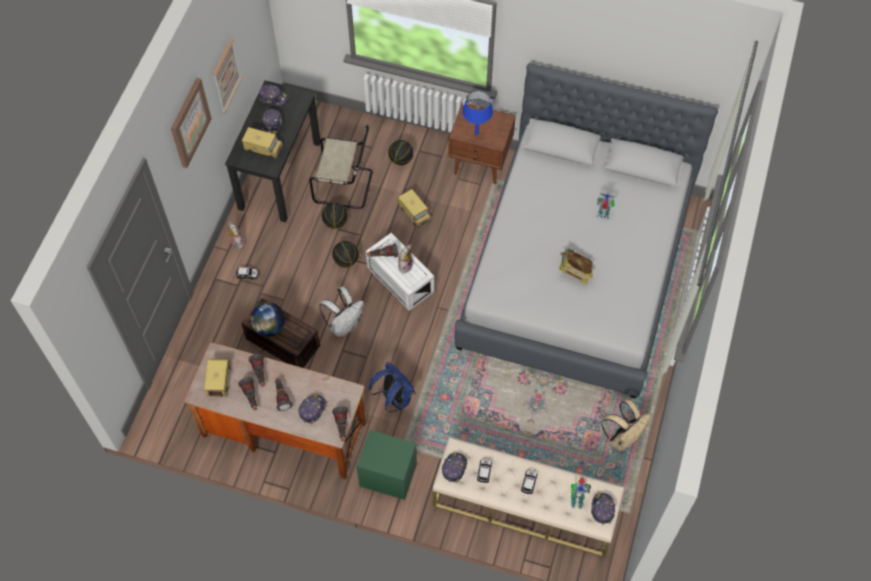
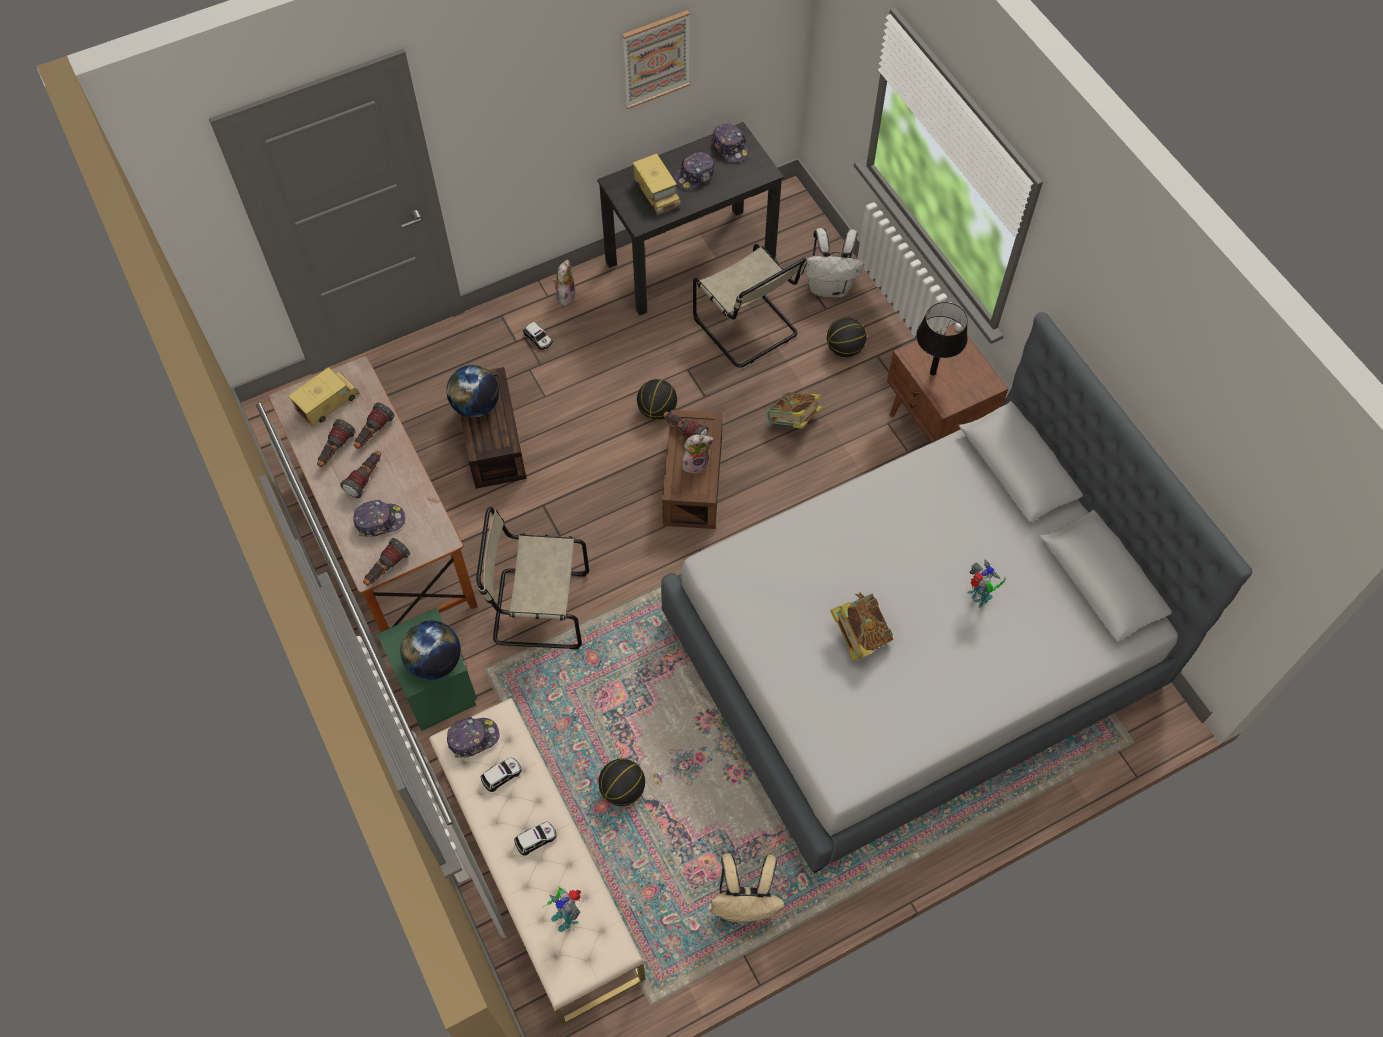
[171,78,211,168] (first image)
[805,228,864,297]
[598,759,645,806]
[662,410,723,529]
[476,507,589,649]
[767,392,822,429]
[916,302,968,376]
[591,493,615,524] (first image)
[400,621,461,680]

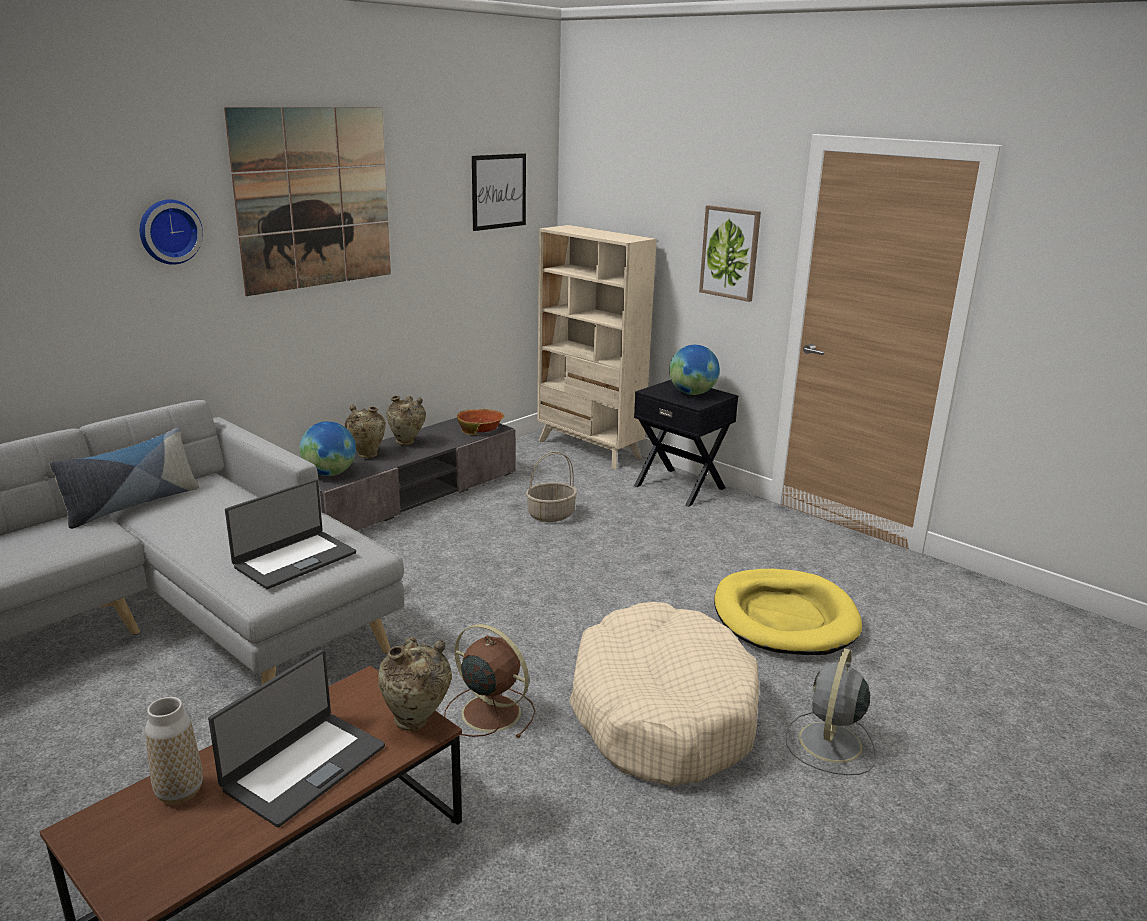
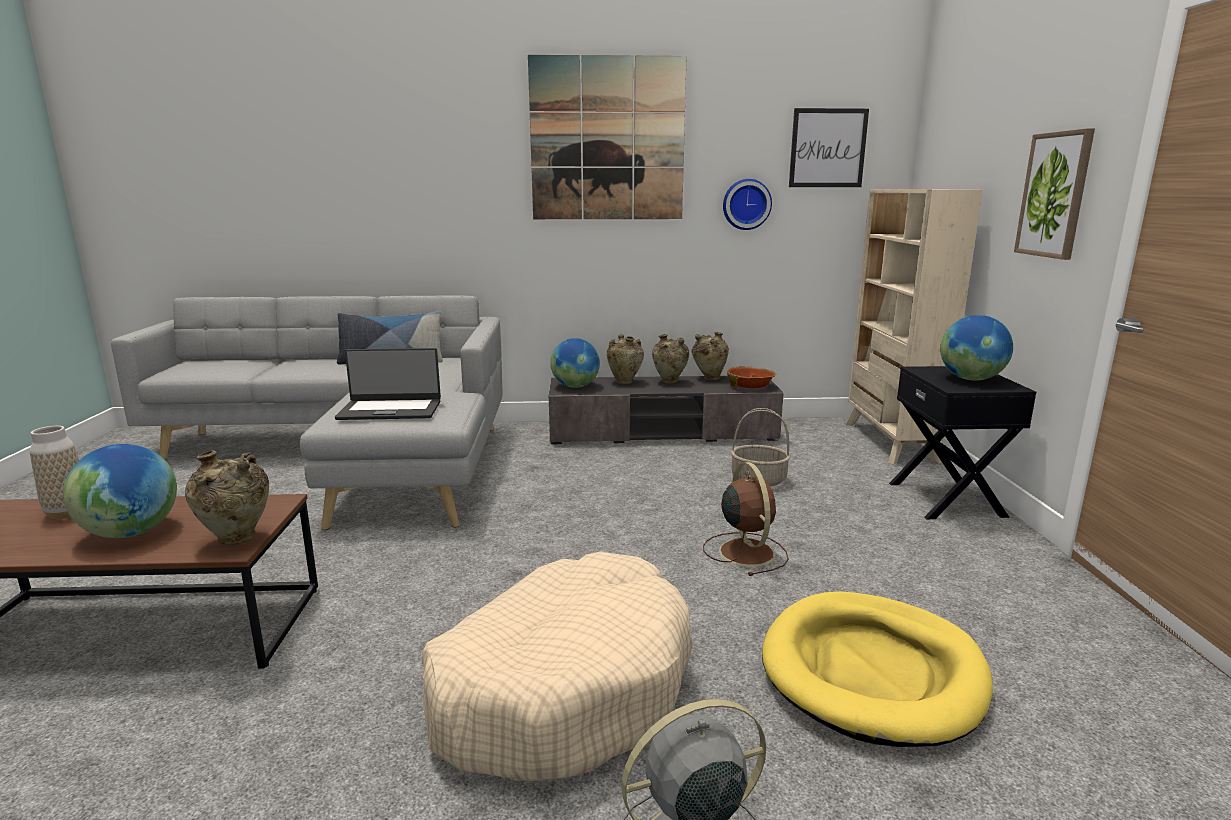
[723,179,772,230]
[63,444,177,538]
[703,462,789,576]
[692,332,729,380]

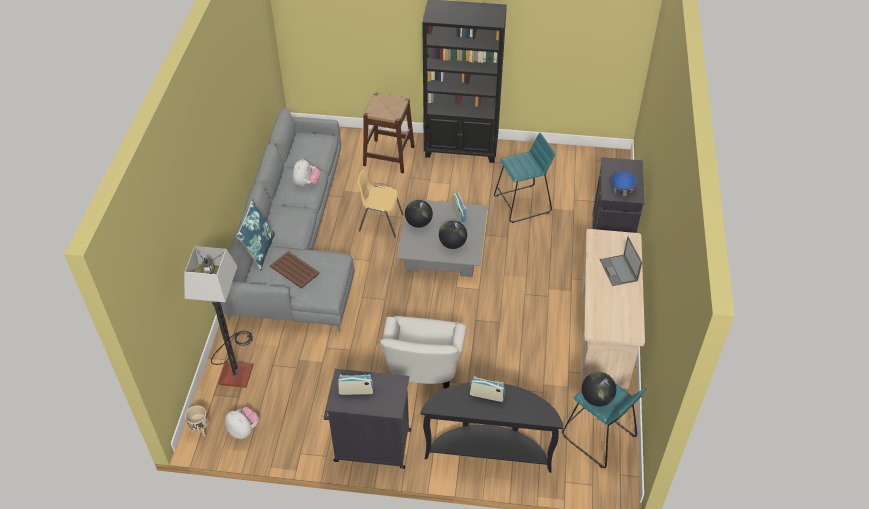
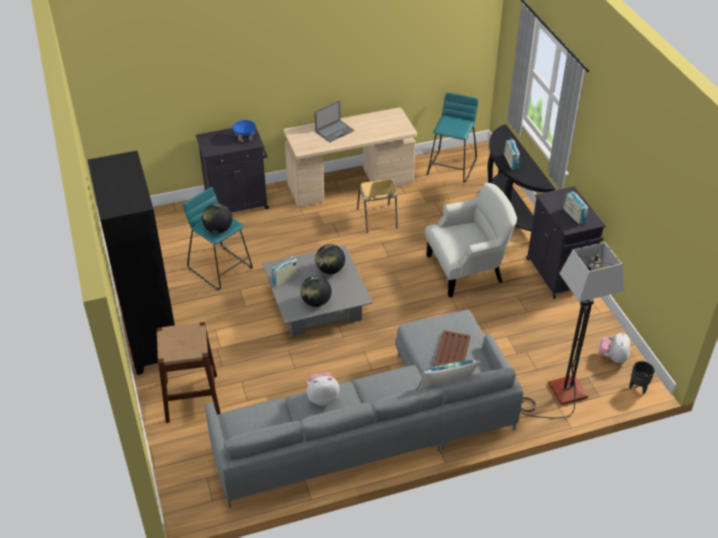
[629,361,655,394]
[357,179,398,233]
[202,203,232,233]

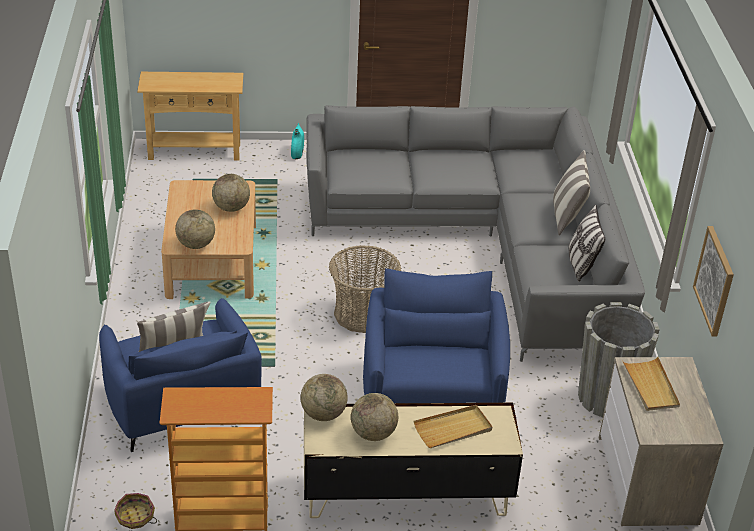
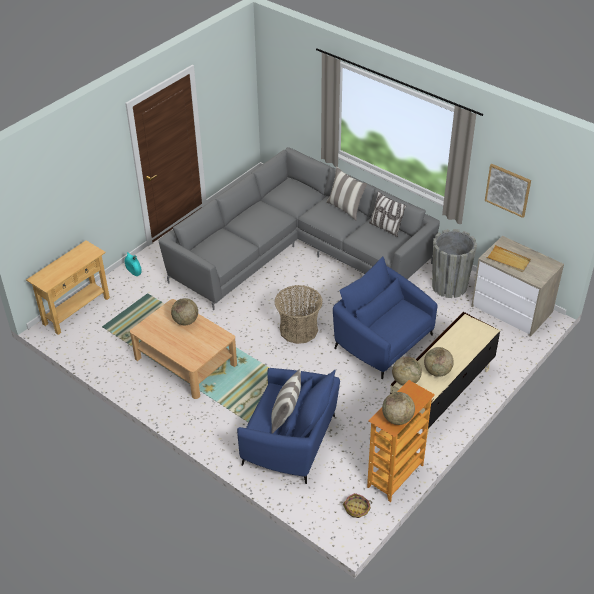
[382,392,415,425]
[414,405,492,448] (first image)

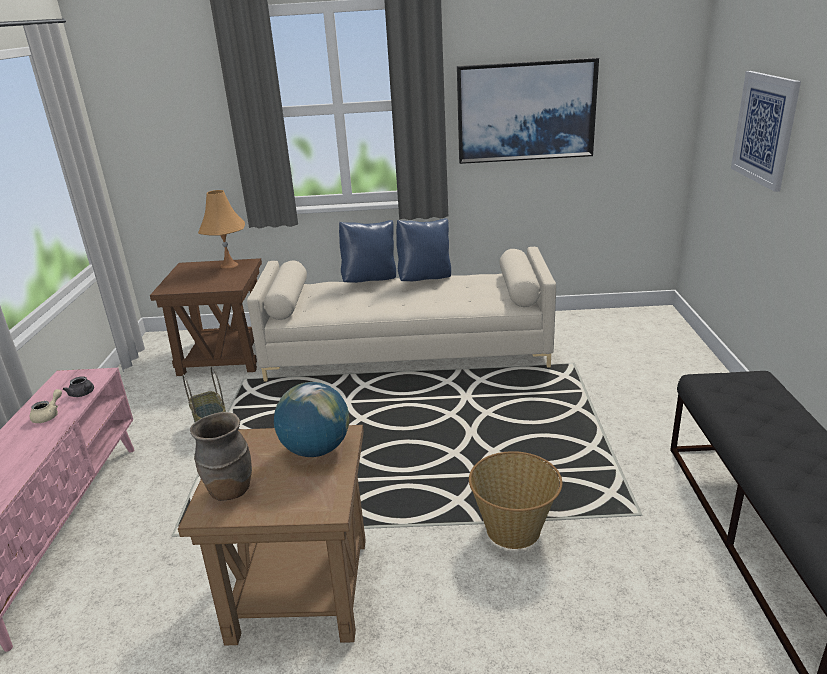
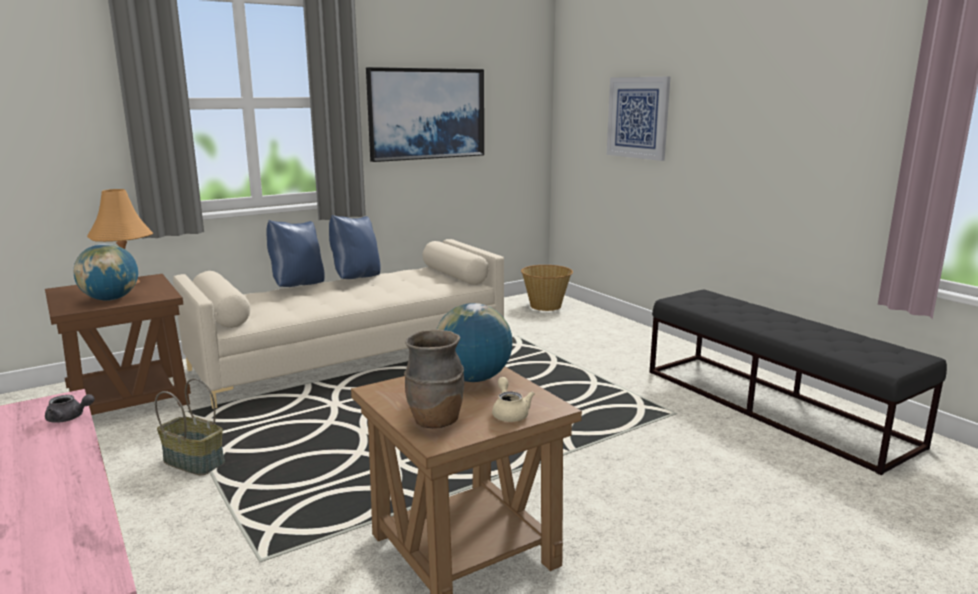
[492,377,535,422]
[521,265,573,311]
[74,244,138,301]

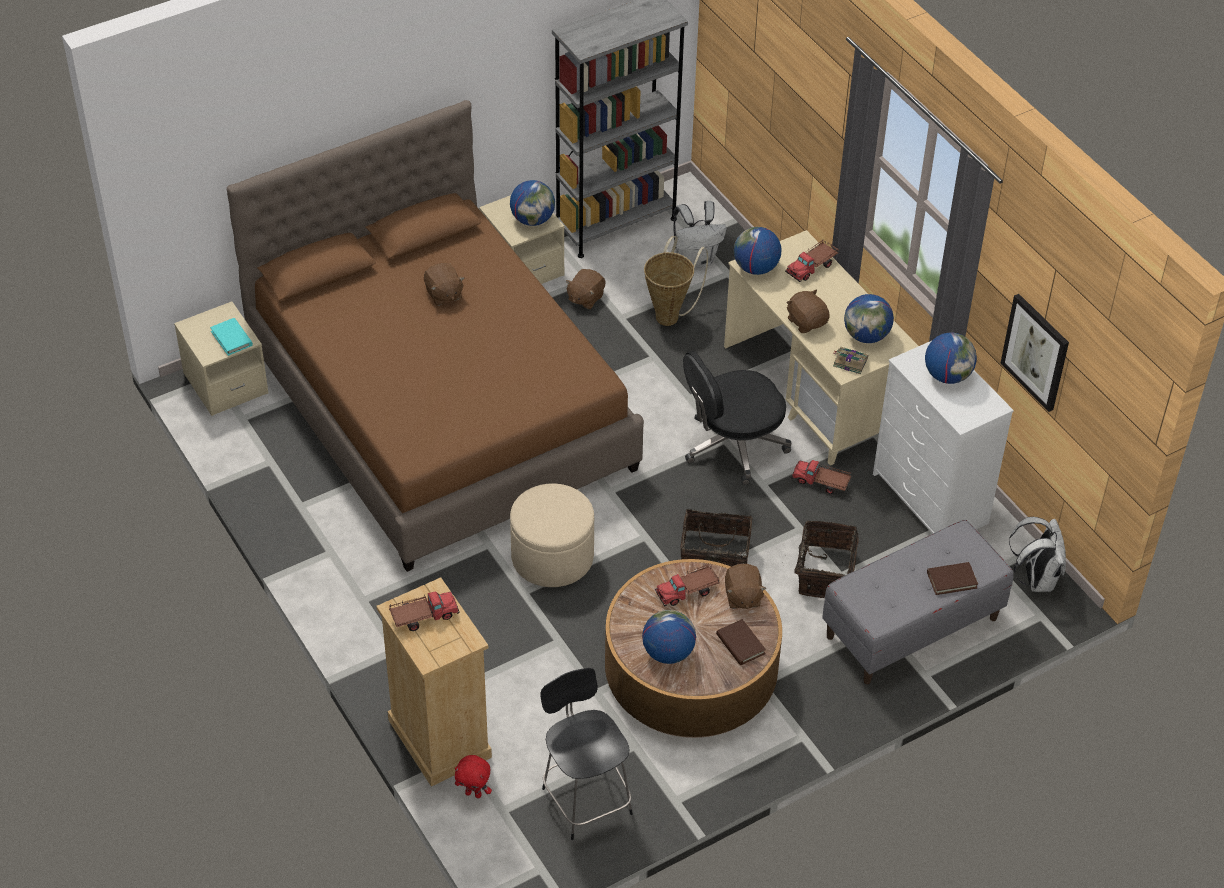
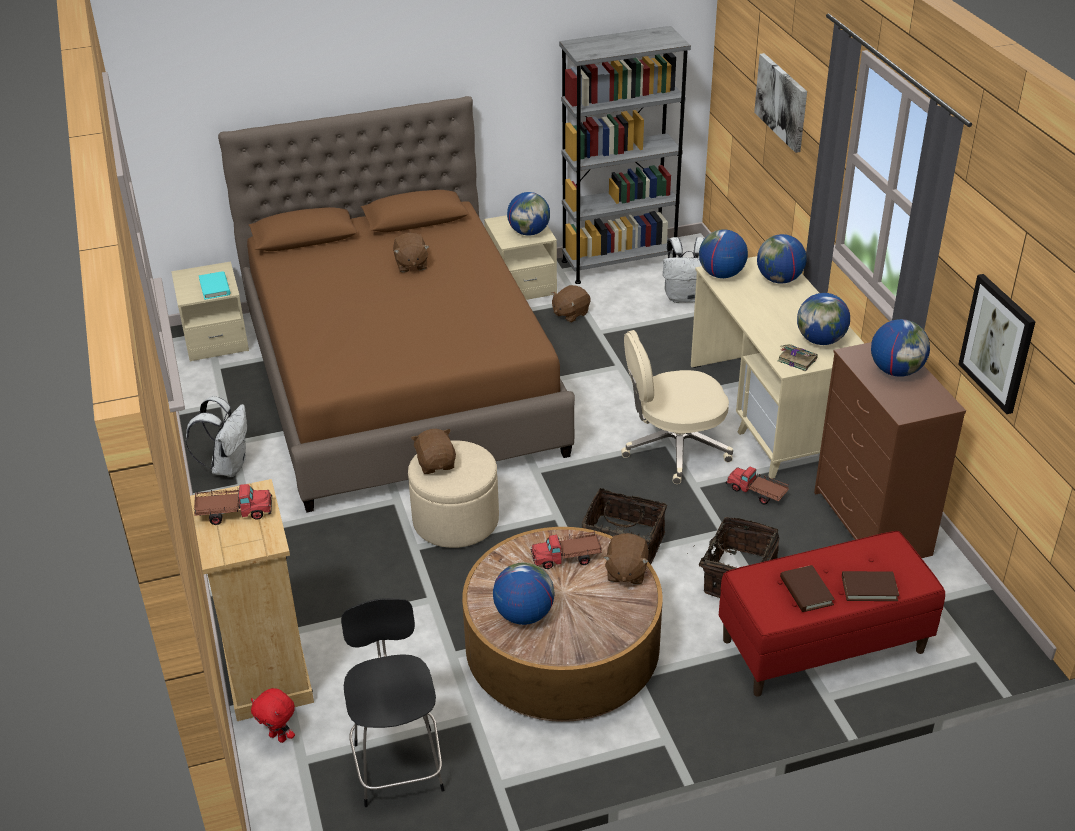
[644,236,708,326] (first image)
[621,330,733,484]
[780,565,835,612]
[757,234,806,284]
[411,429,456,474]
[719,531,945,697]
[814,342,966,558]
[186,396,247,477]
[754,53,807,153]

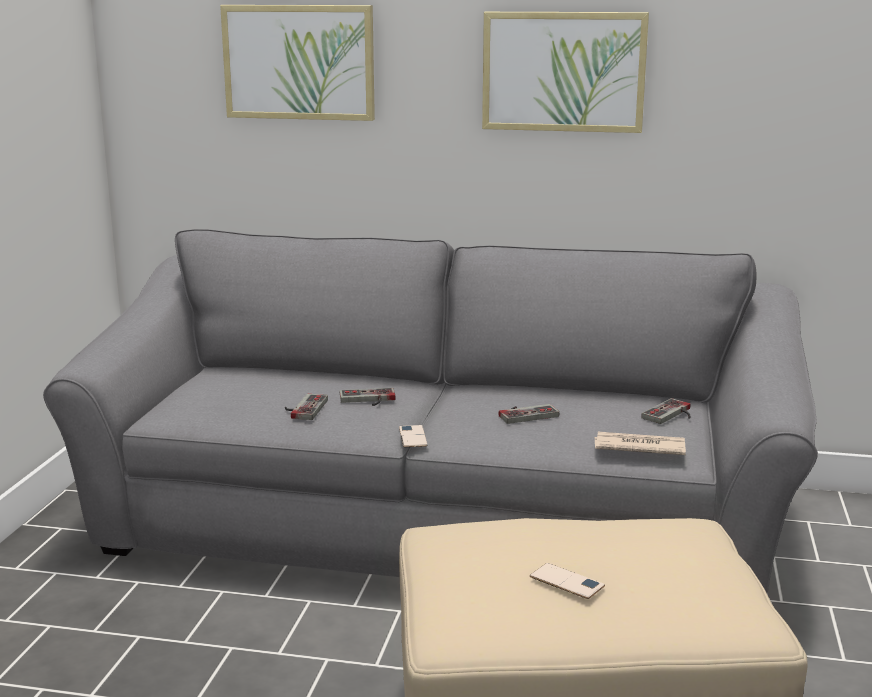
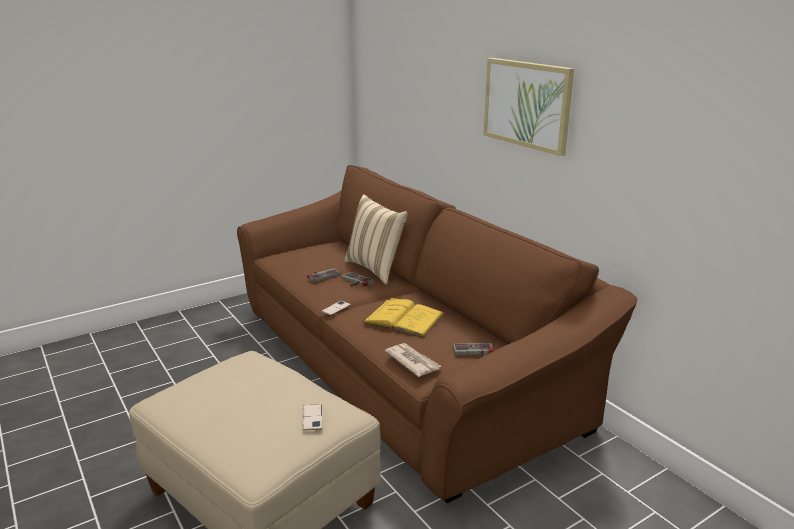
[237,165,638,503]
[220,5,375,121] (first image)
[362,297,445,337]
[303,404,322,431]
[345,194,408,284]

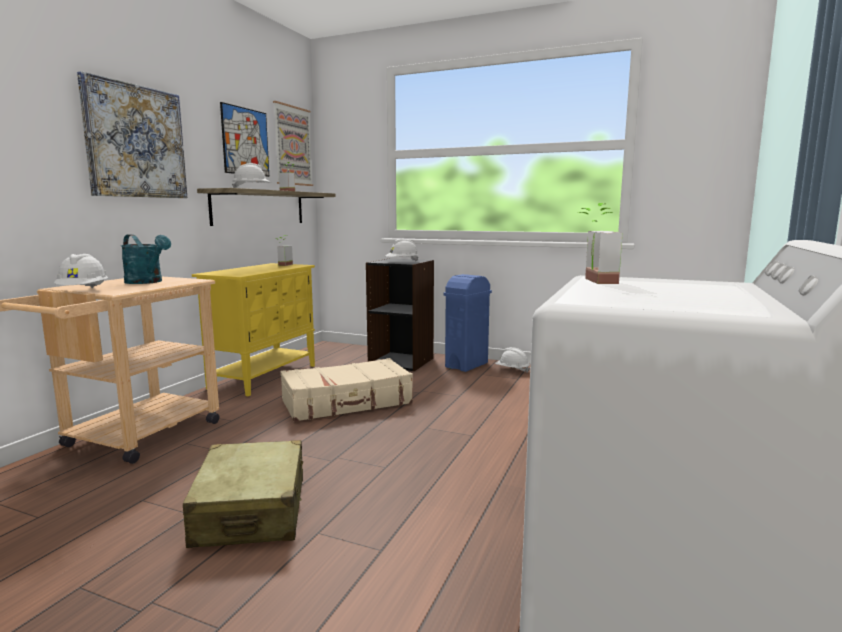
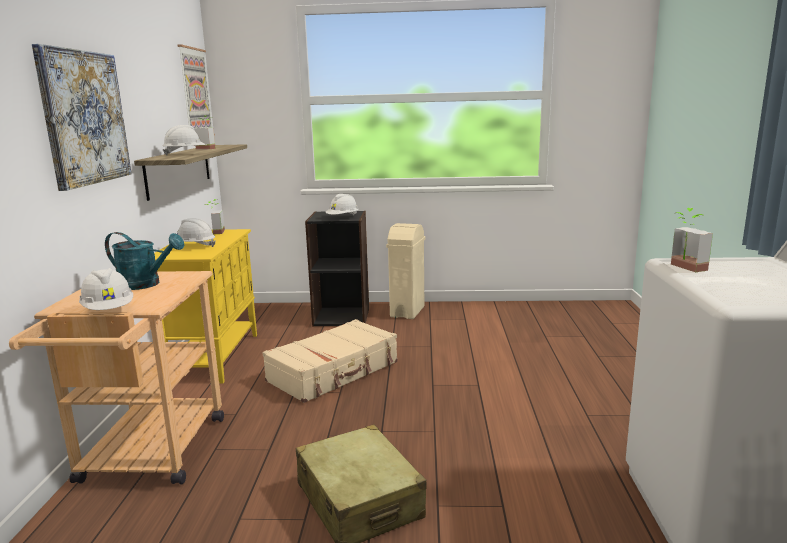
[220,102,269,177] (first image)
[386,223,426,319]
[177,218,216,247]

